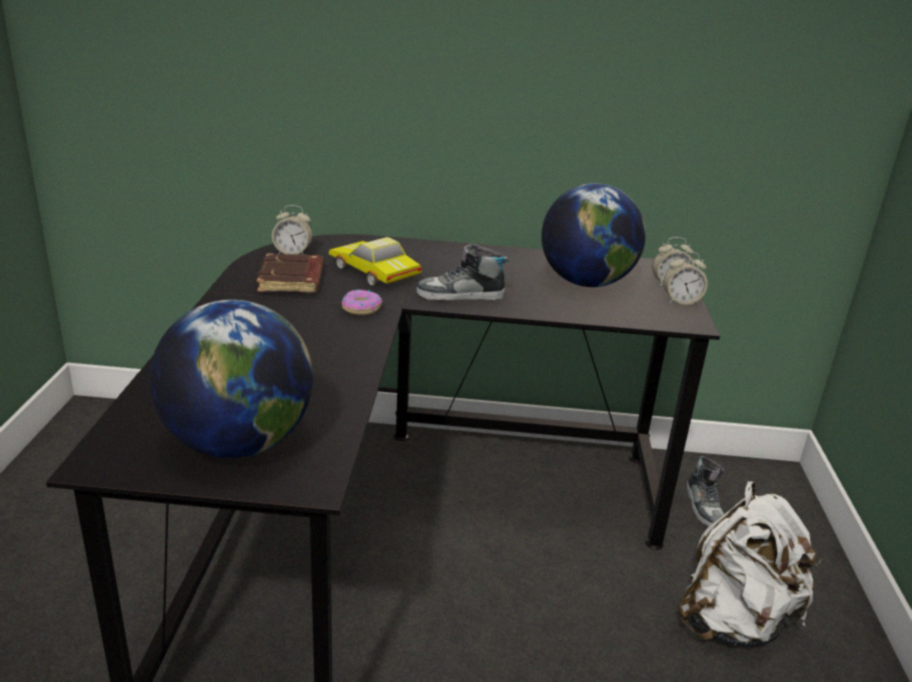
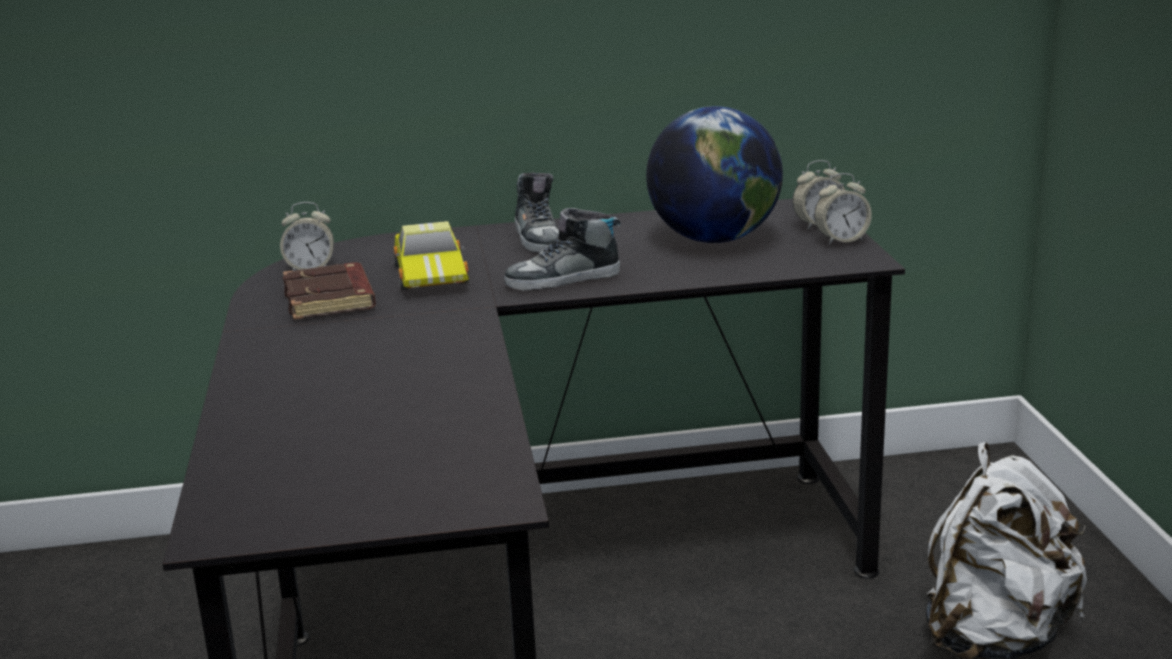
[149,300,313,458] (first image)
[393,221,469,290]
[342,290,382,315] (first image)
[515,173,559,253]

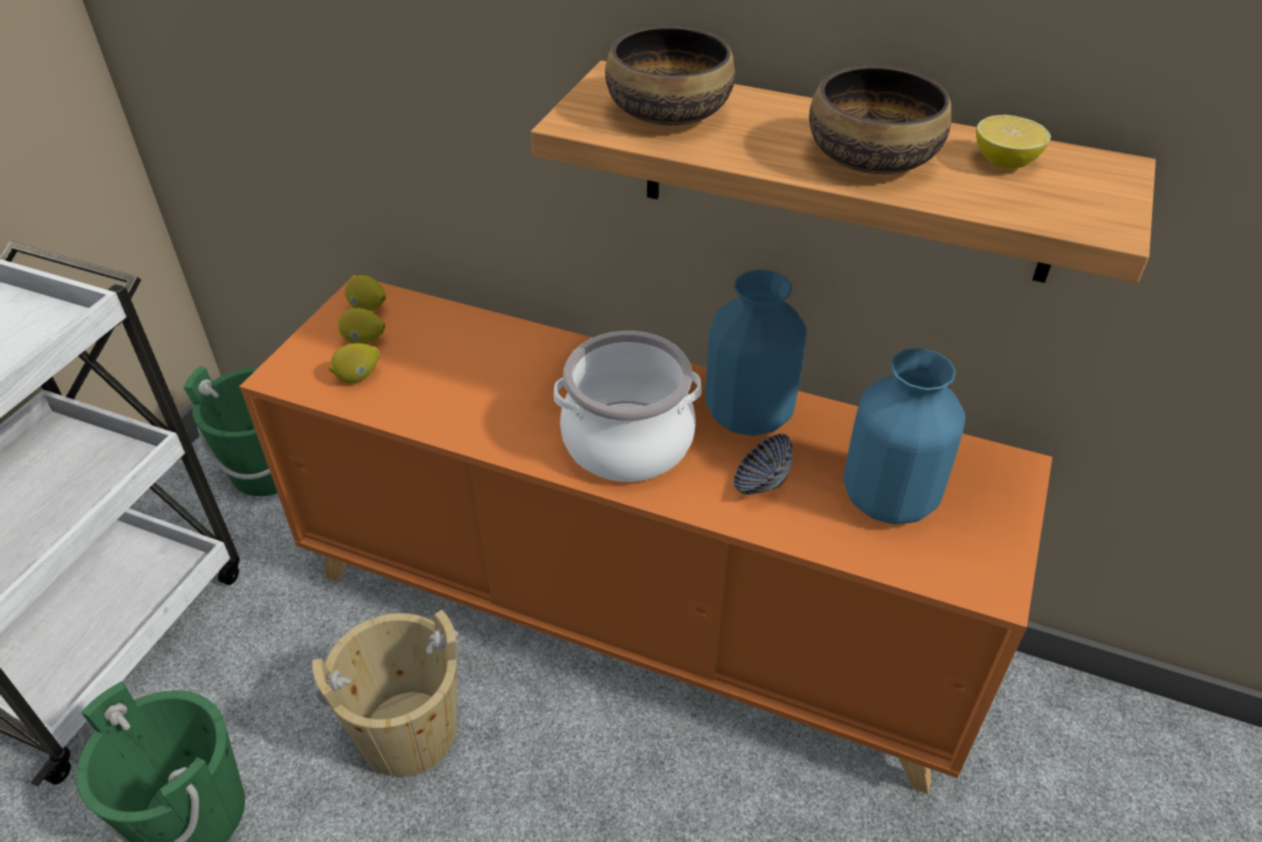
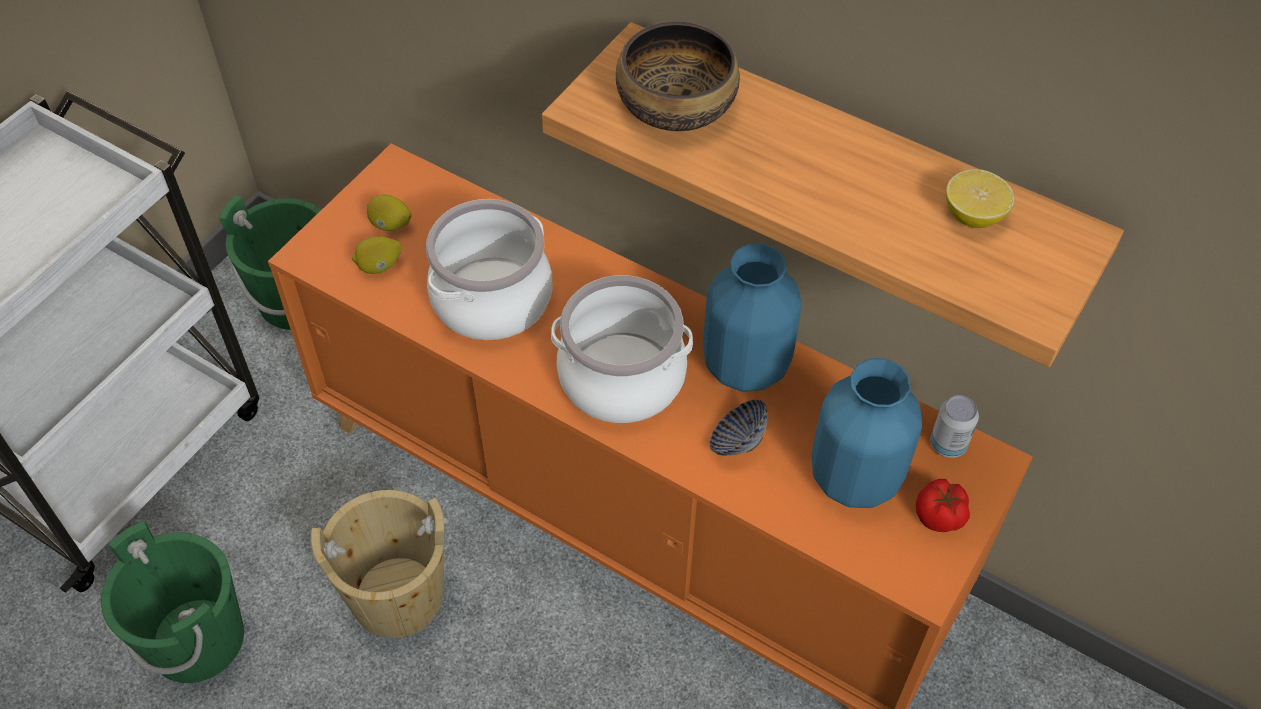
[345,275,386,311] (first image)
[809,66,951,174] (first image)
[426,199,552,340]
[916,479,970,532]
[930,395,979,458]

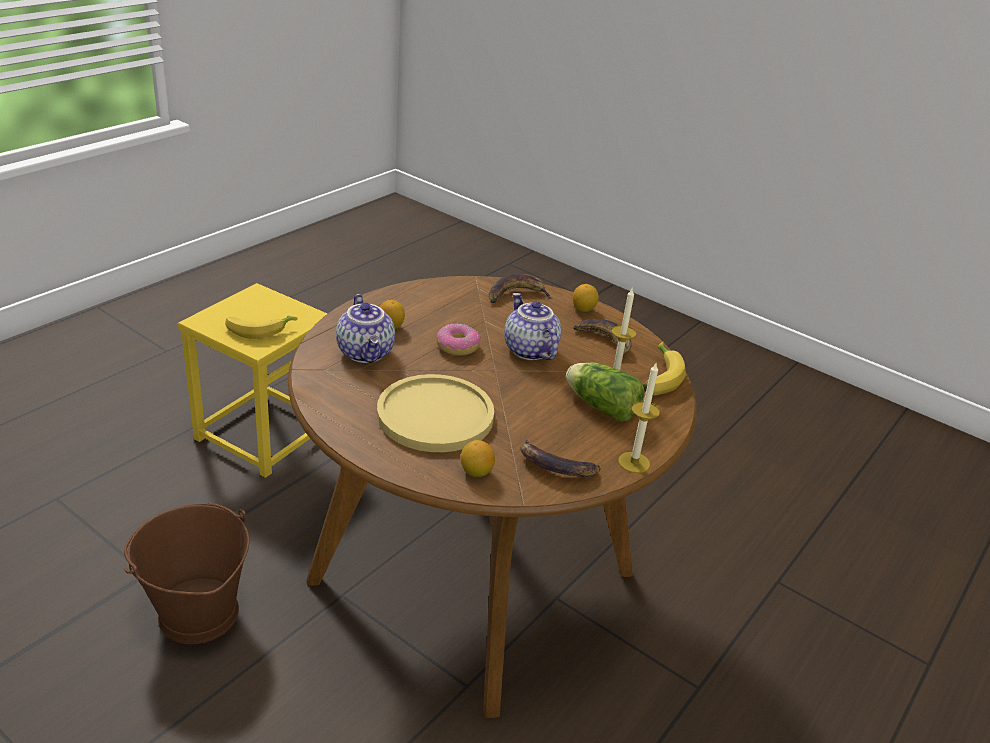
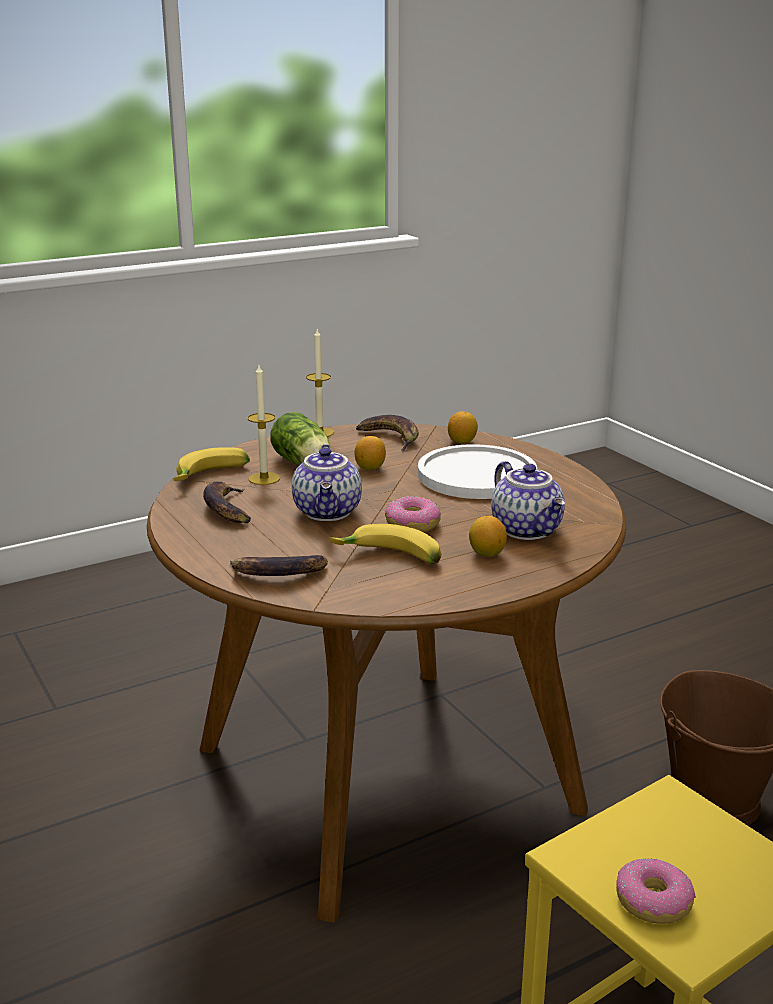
[329,524,442,565]
[491,461,566,540]
[418,444,537,499]
[354,436,386,470]
[616,858,696,924]

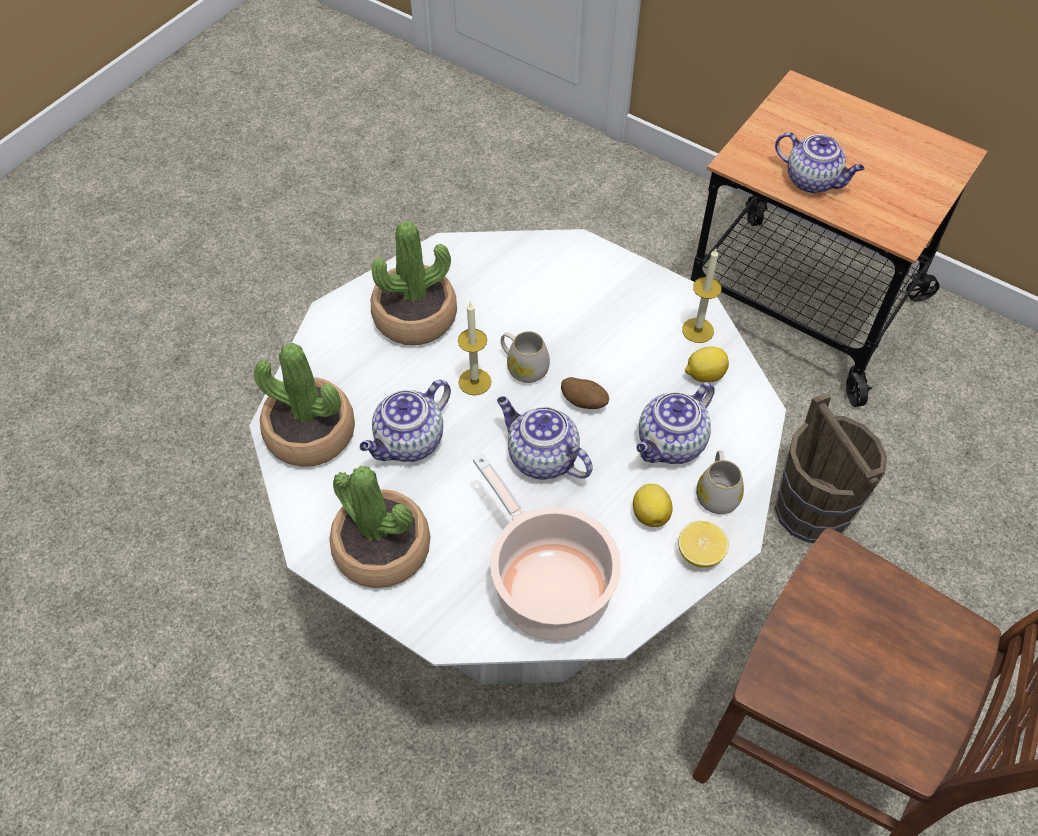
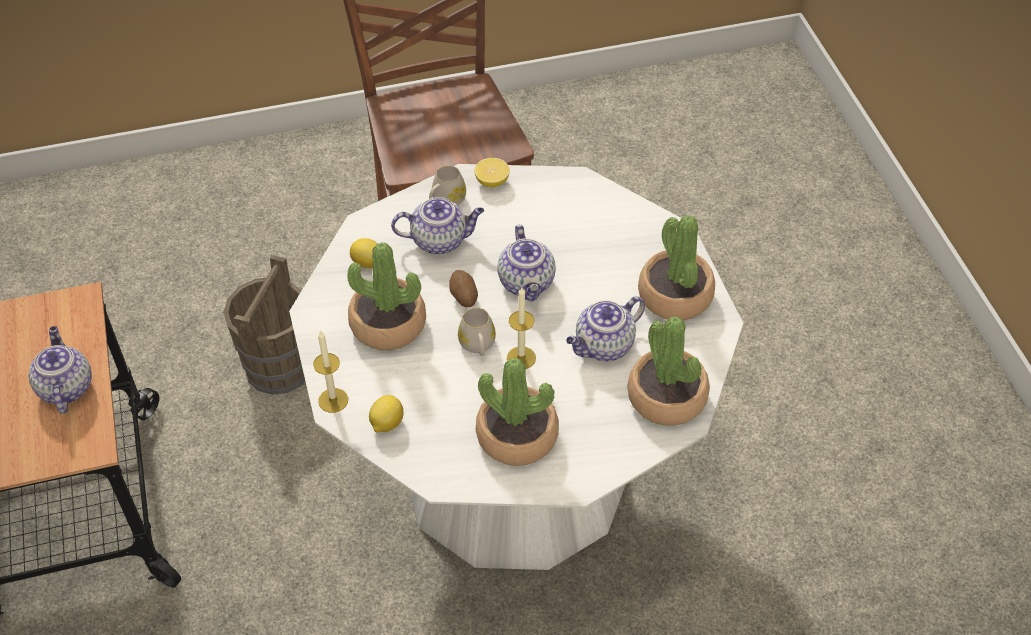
[566,296,645,361]
[473,453,621,641] (first image)
[369,395,403,432]
[313,330,348,413]
[347,242,426,350]

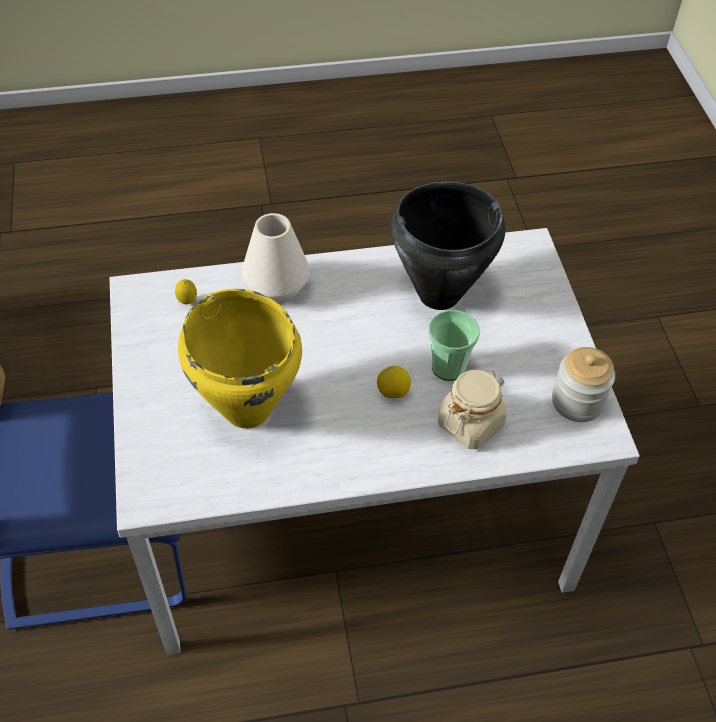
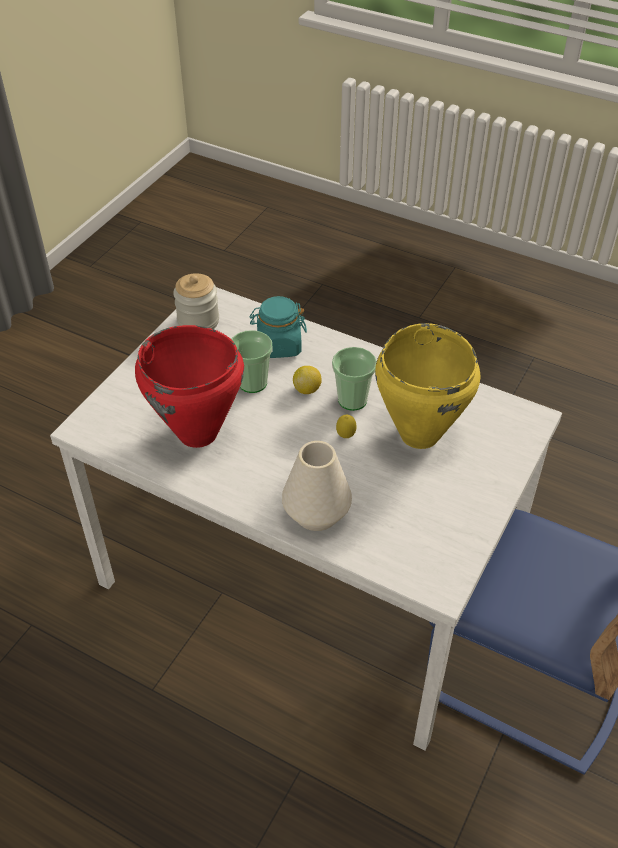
[336,415,357,438]
[135,325,244,448]
[249,296,307,358]
[332,347,377,411]

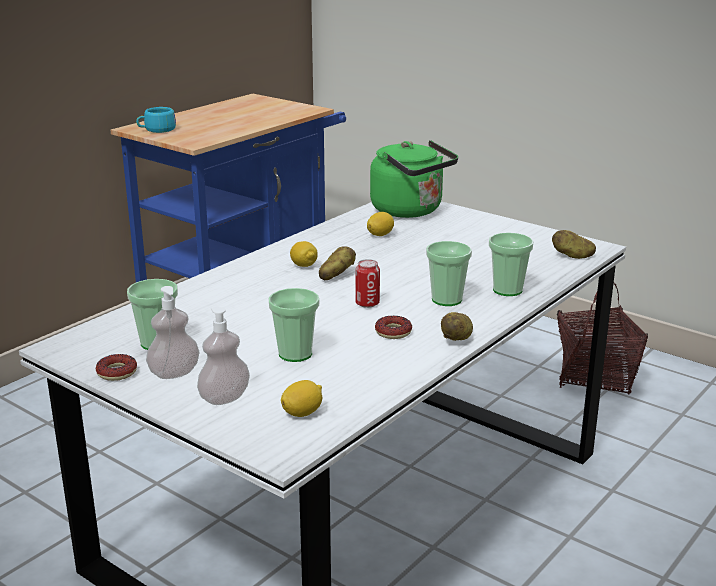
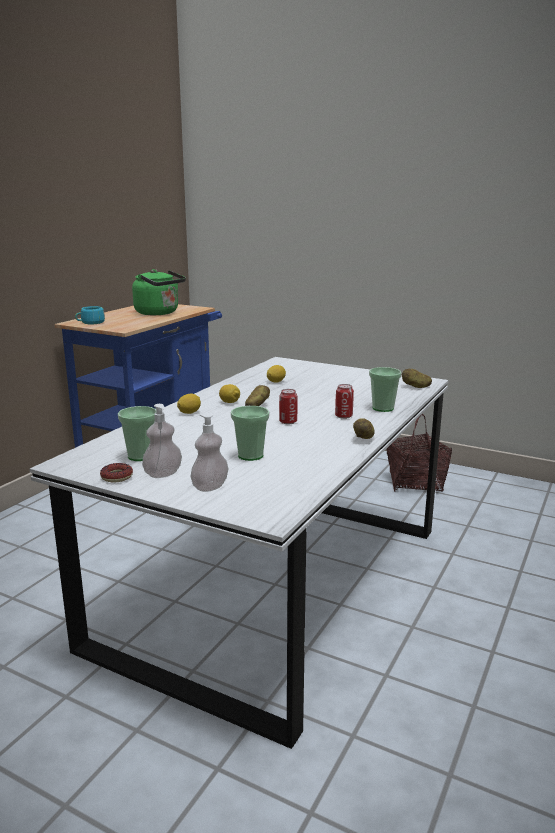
[177,394,201,414]
[132,269,186,315]
[375,315,412,339] (first image)
[335,384,354,419]

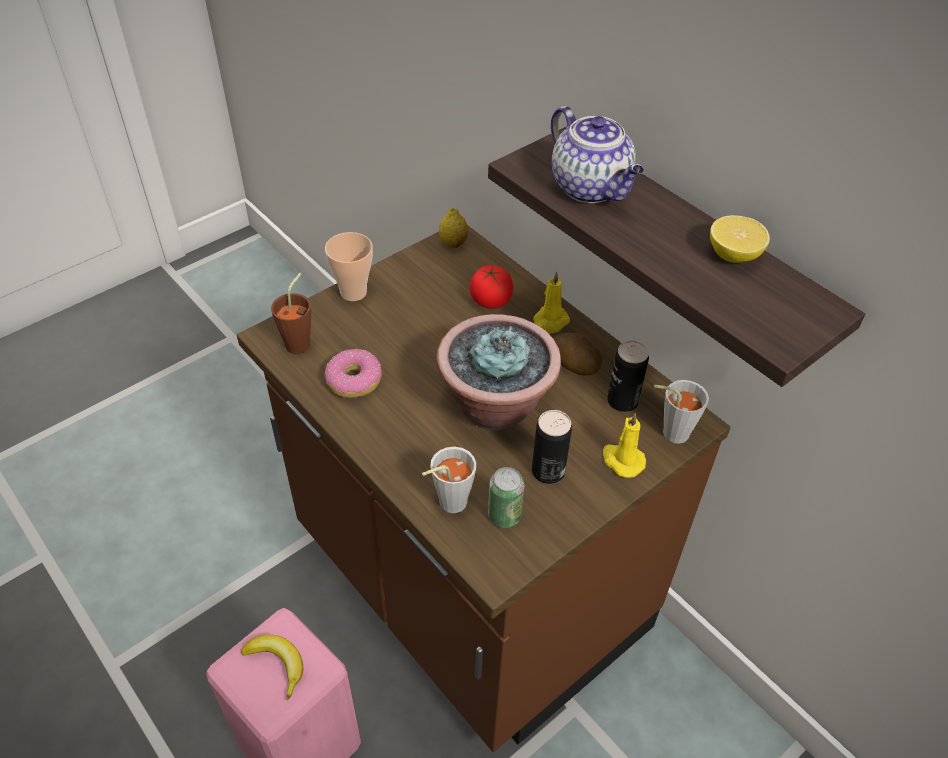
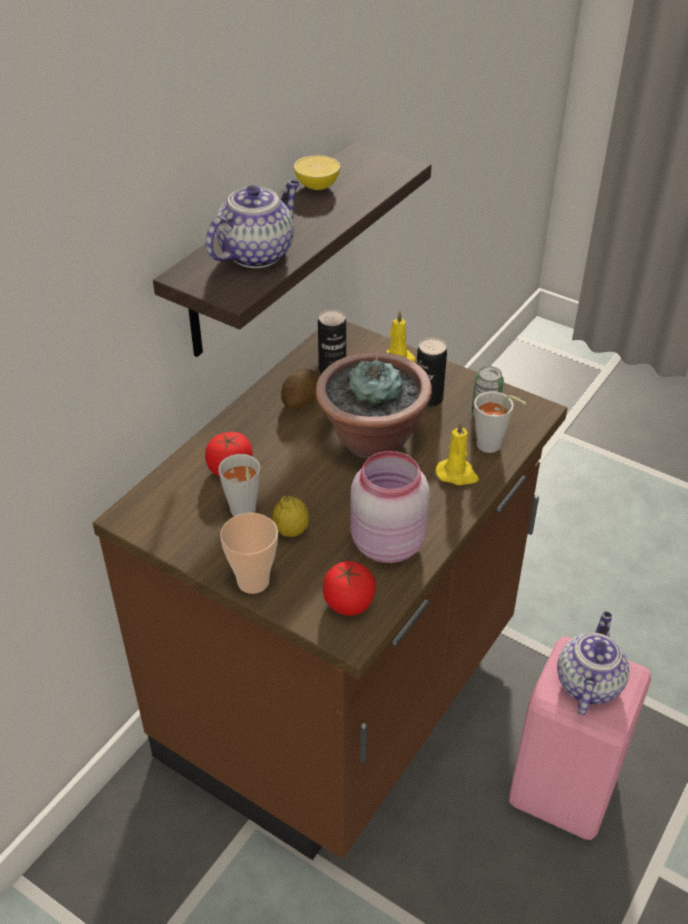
[557,611,630,715]
[323,561,376,616]
[350,451,430,563]
[272,495,309,537]
[435,420,479,485]
[218,454,260,516]

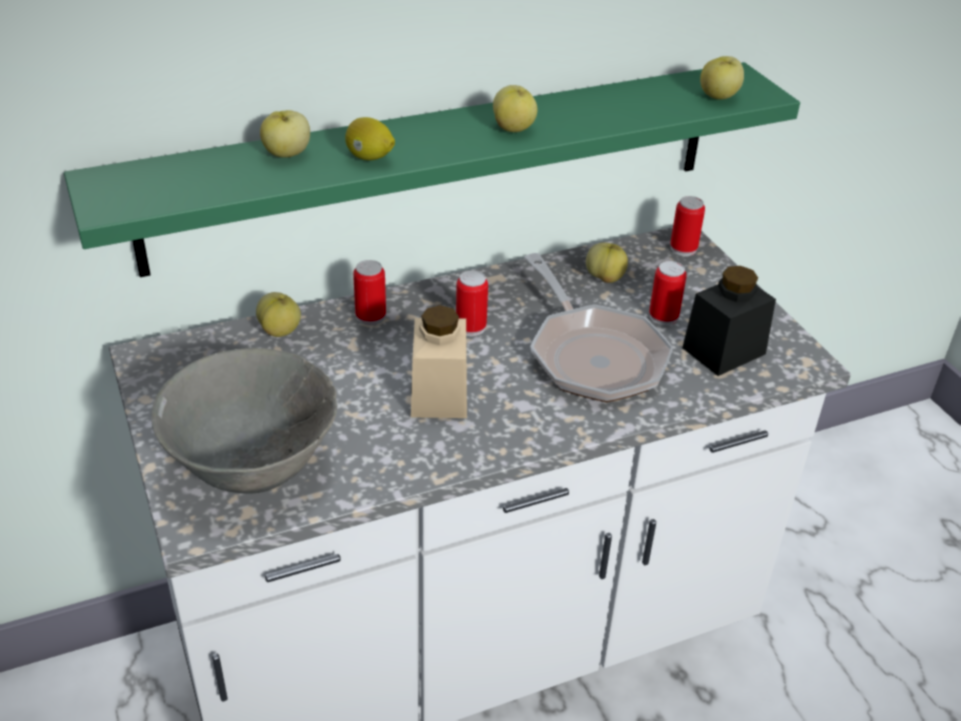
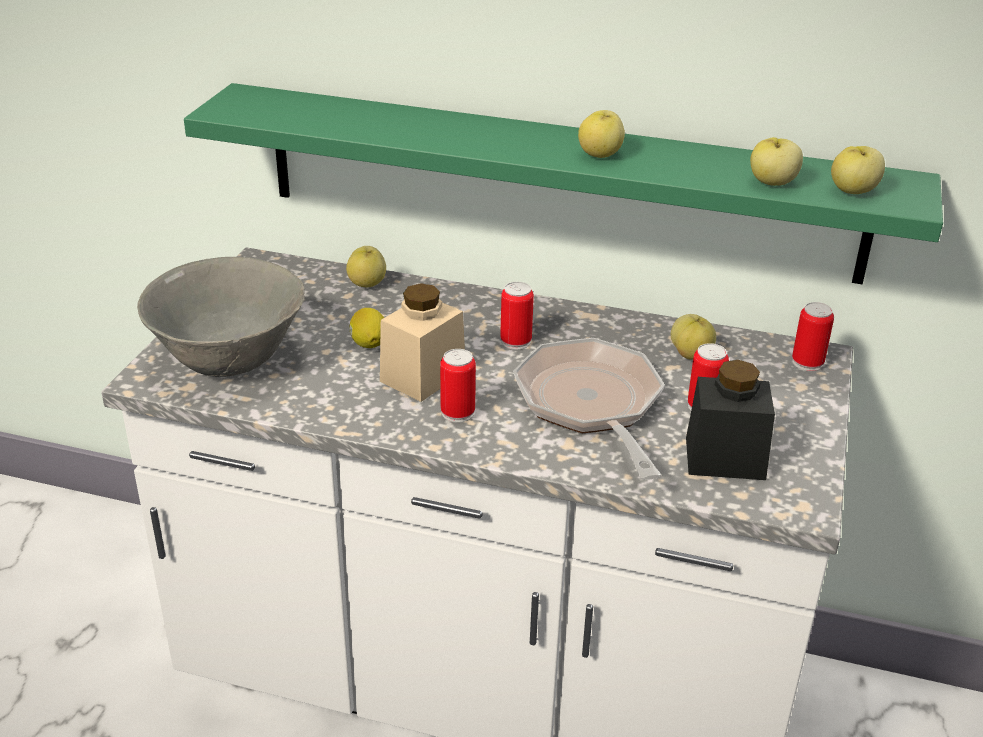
[750,137,803,186]
[349,308,384,348]
[440,349,476,423]
[513,338,665,480]

